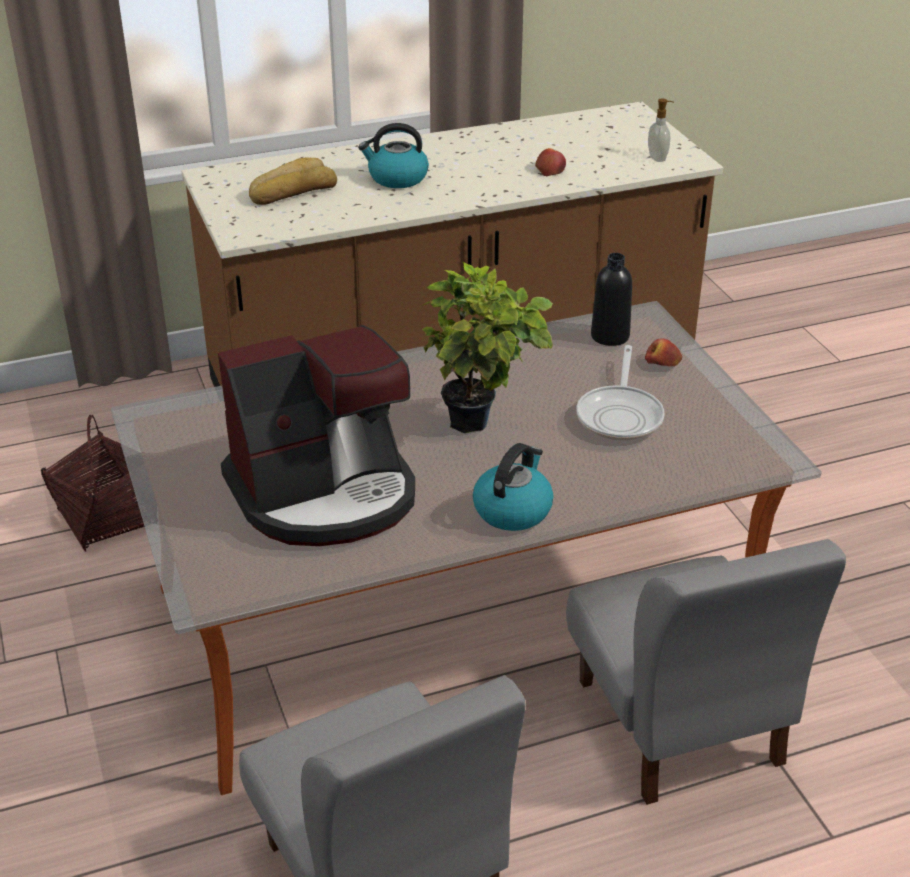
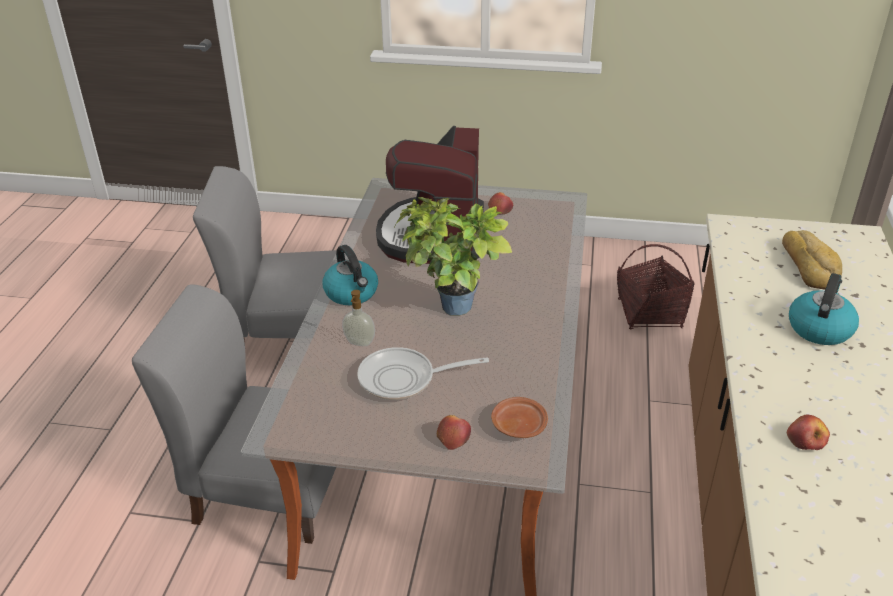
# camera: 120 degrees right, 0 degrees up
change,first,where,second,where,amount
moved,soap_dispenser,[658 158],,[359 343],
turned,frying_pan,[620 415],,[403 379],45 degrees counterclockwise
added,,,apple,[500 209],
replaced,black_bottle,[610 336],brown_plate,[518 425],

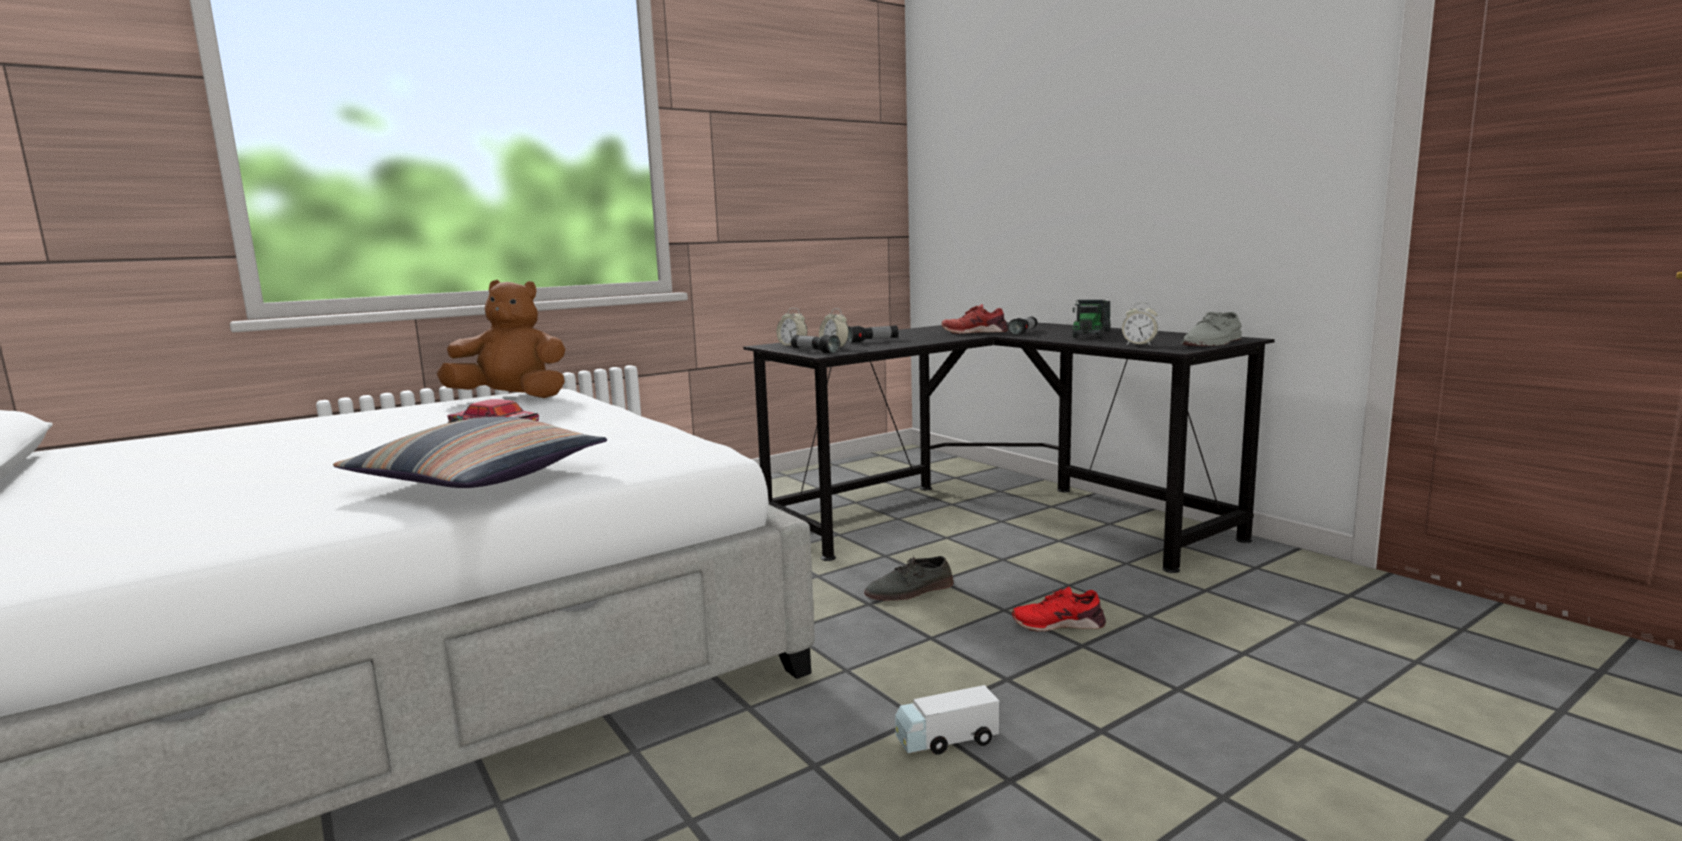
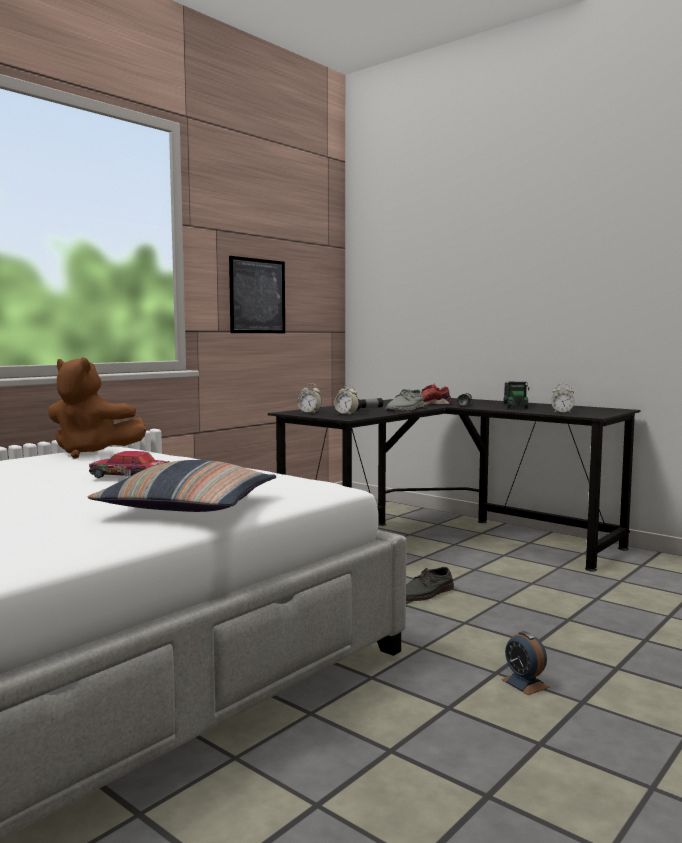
# camera: 15 degrees left, 5 degrees down
change,first,where,second,where,amount
turned,brown_plush_toy,[512 398],,[92 453],150 degrees counterclockwise
added,,,picture,[257 296],
moved,grey_shoe,[1213 343],,[406 409],
replaced,toy_truck,[946 740],alarm_clock,[525 683],
removed,flashlight,[814 352],,,
removed,red_shoe,[1058 623],,,

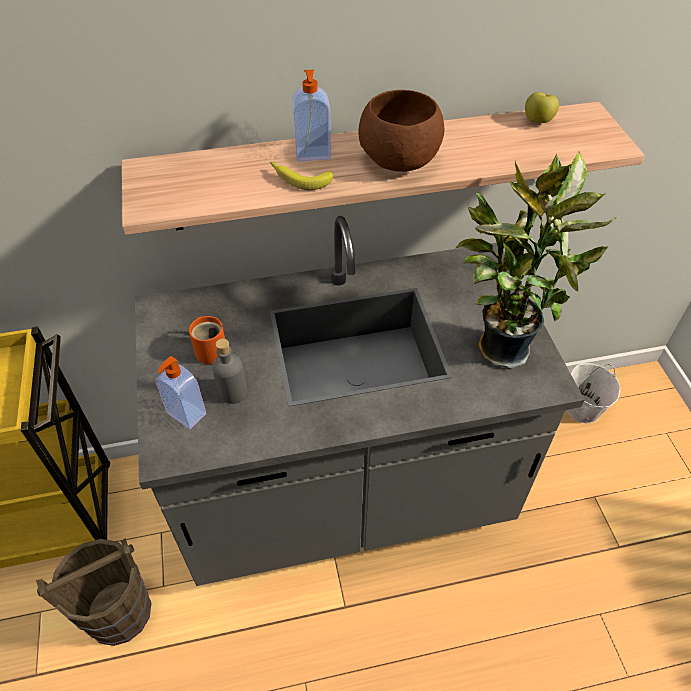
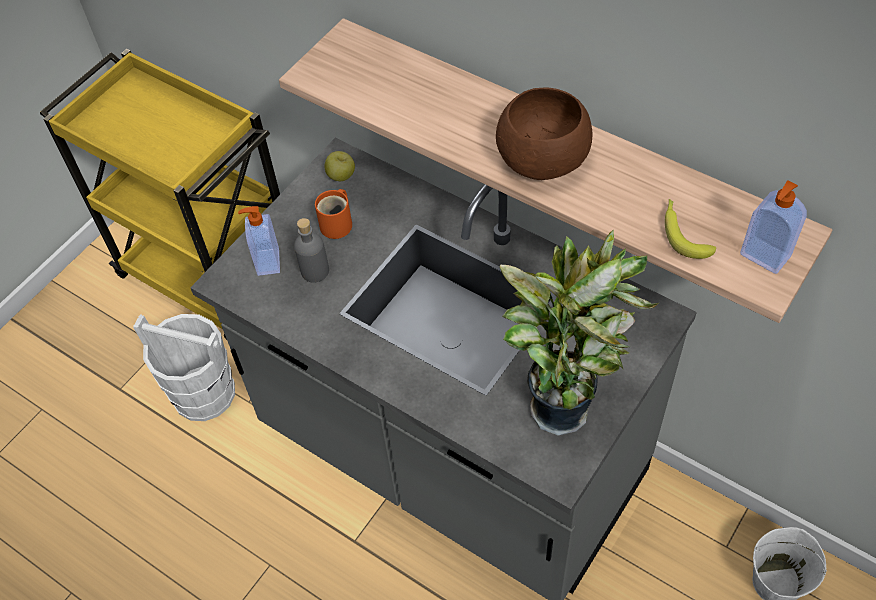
# camera: 50 degrees right, 5 degrees up
change,first,where,second,where,amount
recoloured,brown_bucket,[118 612],white_bucket,[203 393],
moved,apple,[538 121],,[341 176],
moved,banana,[299 178],,[683 233],
moved,soap_dispenser,[313 154],,[764 256],

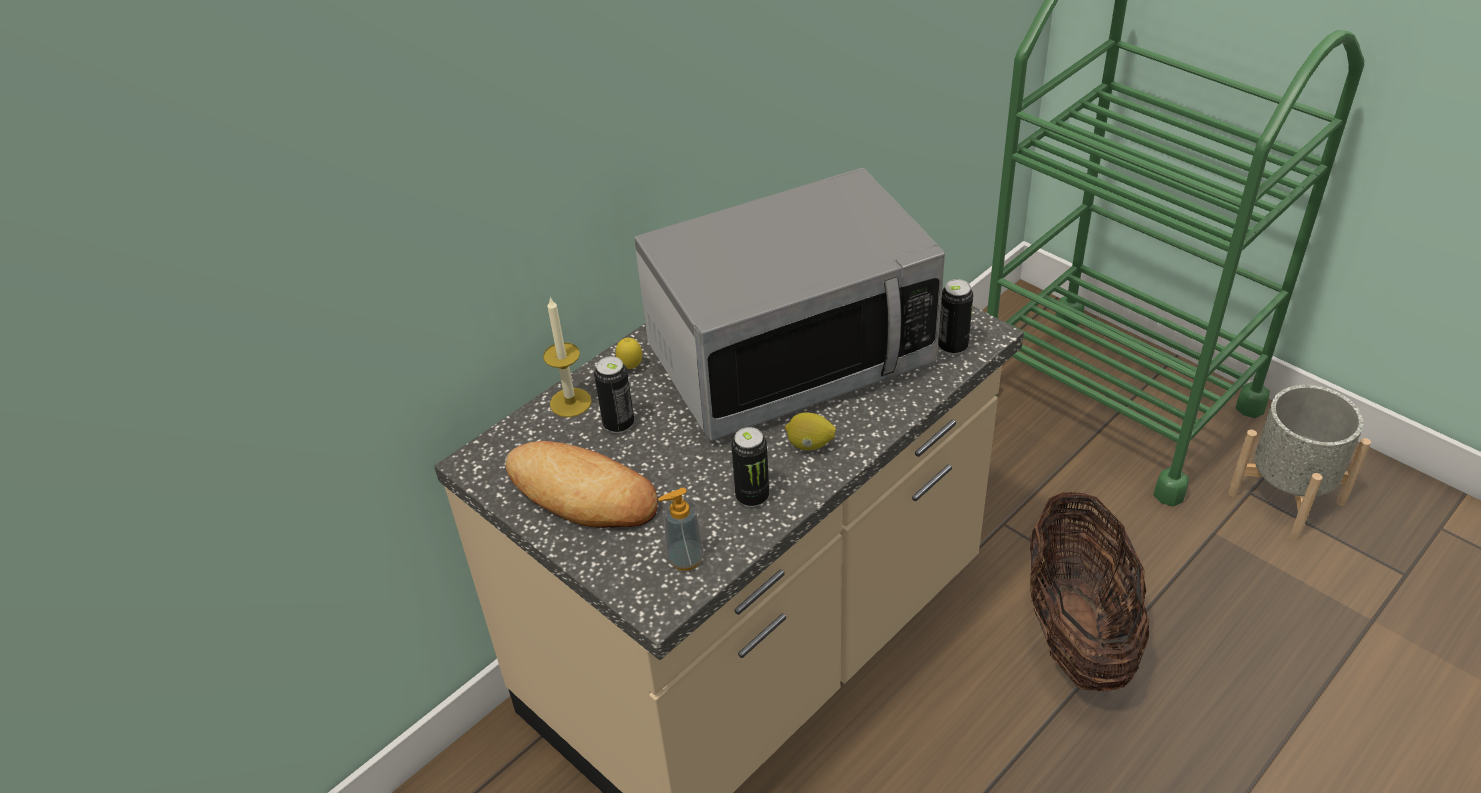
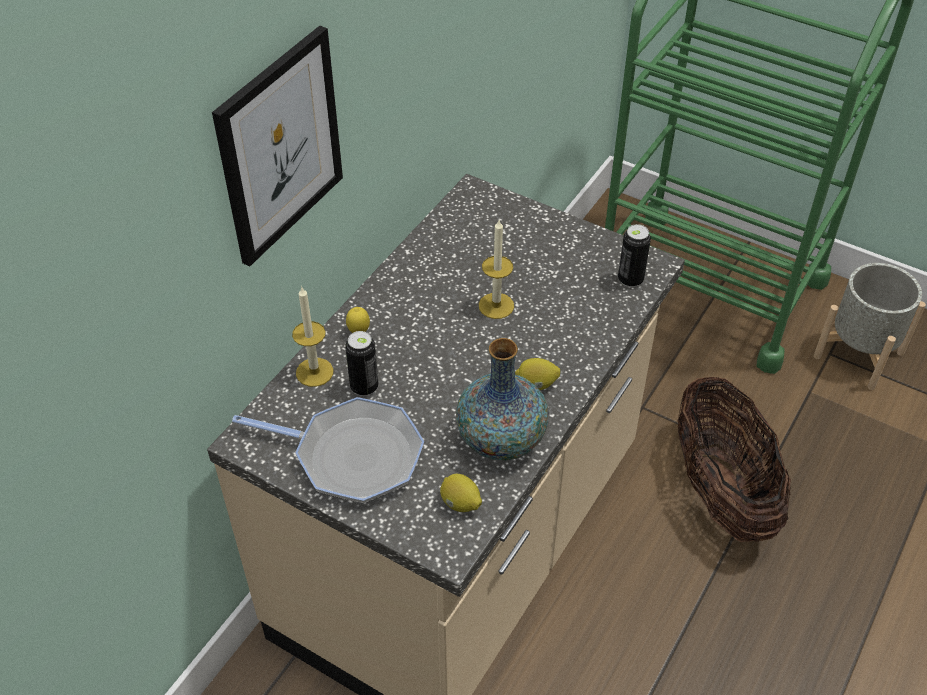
# camera: 15 degrees left, 5 degrees up
change,first,where,second,where,amount
added,,,picture,[280 146],
replaced,bread,[583 493],frying_pan,[352 456],
replaced,soap_dispenser,[685 558],lemon,[460 503],
replaced,can,[752 496],vase,[501 438],
replaced,microwave,[790 357],candle,[496 305],

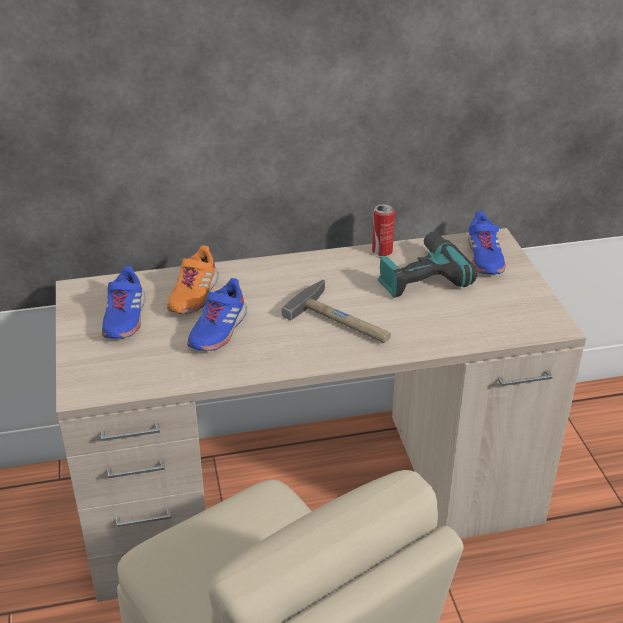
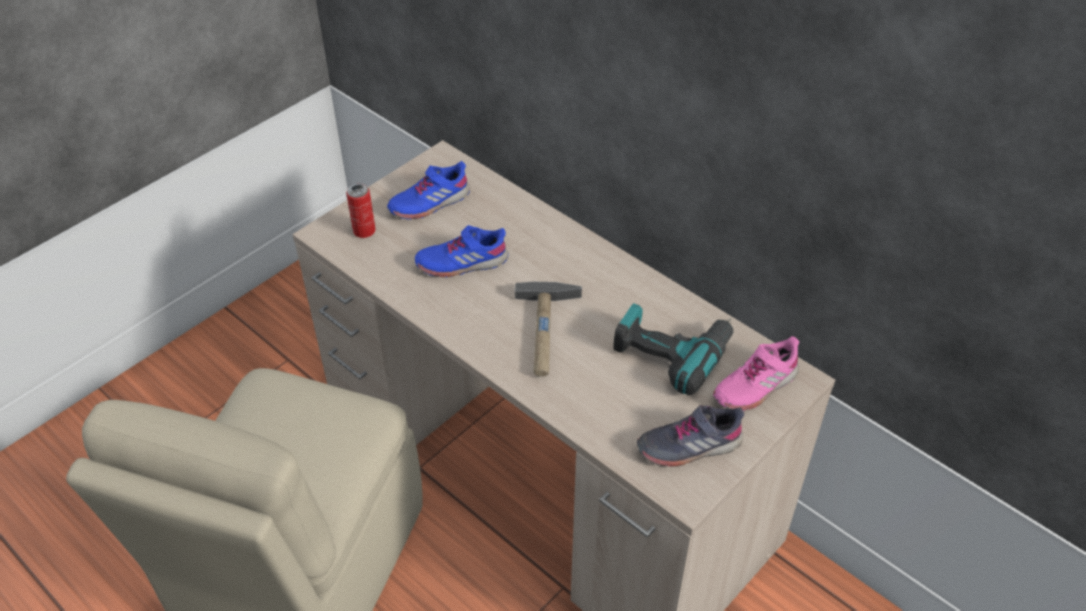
# camera: 55 degrees right, 10 degrees up
change,first,where,second,where,amount
moved,can,[382 251],,[364 231],
added,,,grey_shoe,[689 445],
recoloured,blue_shoe,[484 257],pink_shoe,[755 385],
removed,orange_shoe,[193 294],,,

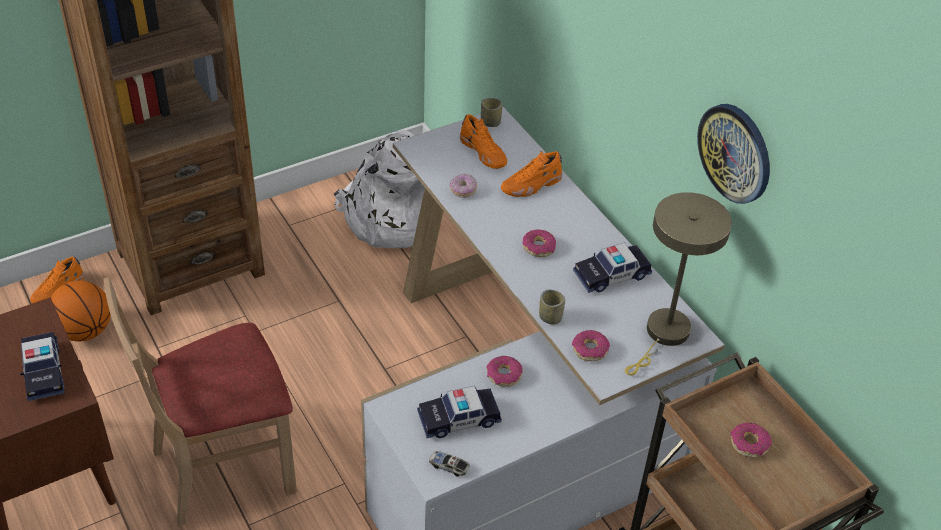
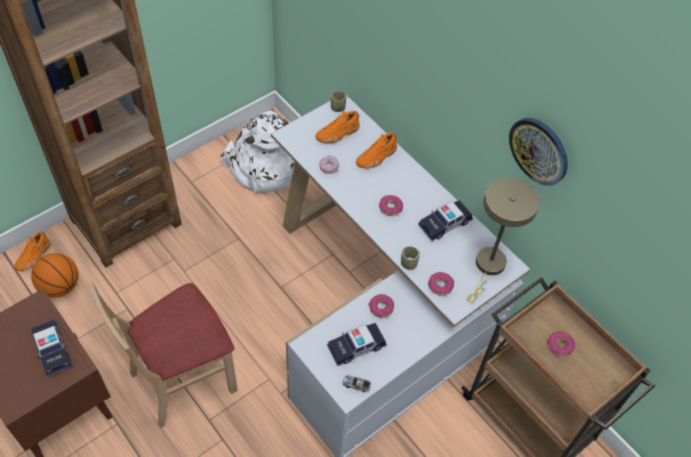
# camera: 10 degrees left, 10 degrees up
change,first,where,second,where,amount
turned,orange_shoe,[484 152],,[337 133],105 degrees clockwise

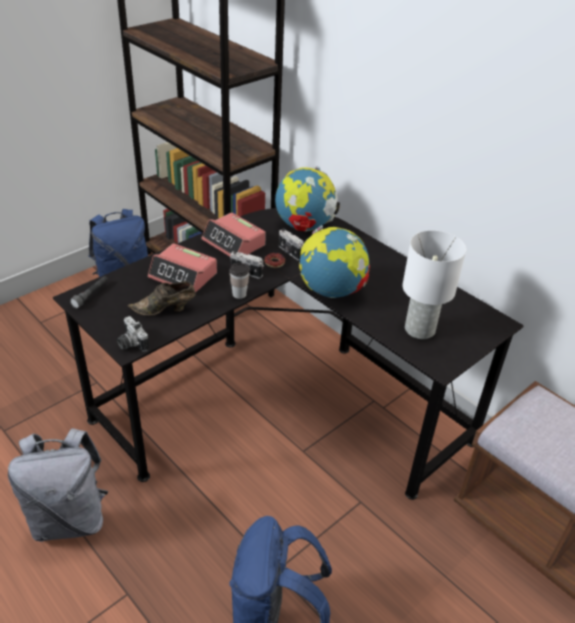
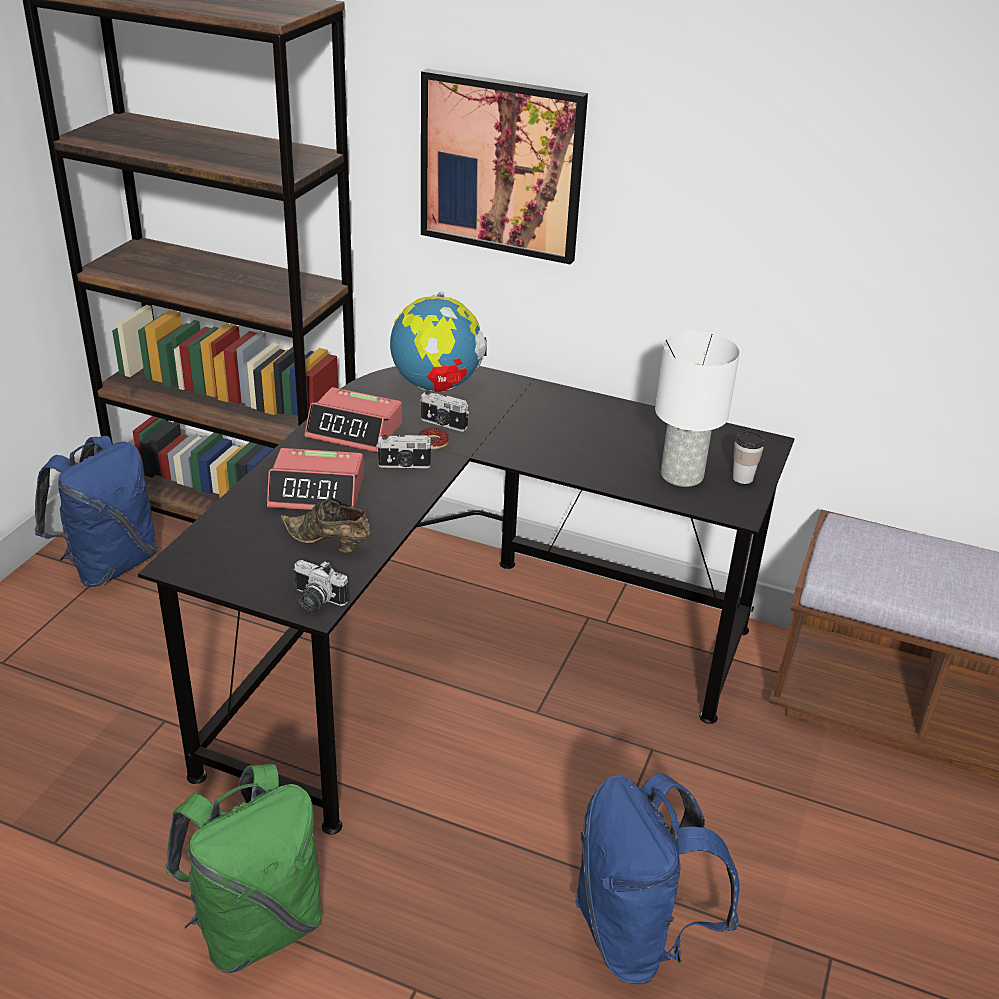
# camera: 25 degrees left, 5 degrees down
change,first,where,second,where,amount
recoloured,grey_backpack,[70 518],green_backpack,[256 925],
turned,brown_shoe,[165 310],,[329 543],60 degrees clockwise
added,,,picture,[501 166],
moved,cup,[239 294],,[742 478],
removed,grey_flashlight,[91 295],,,
removed,globe,[332 291],,,

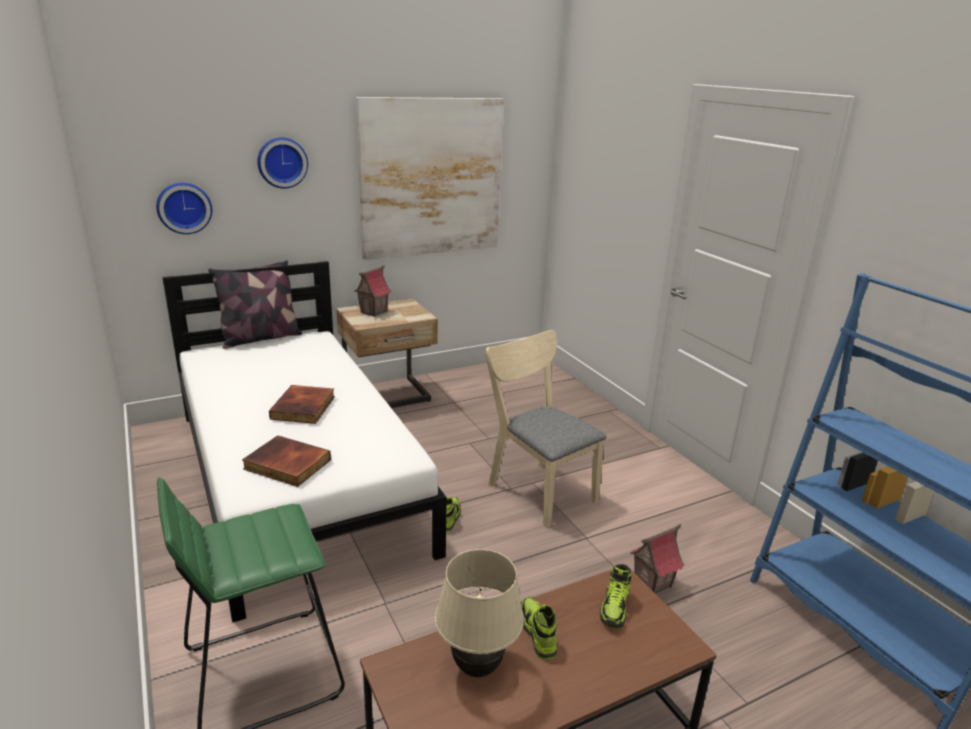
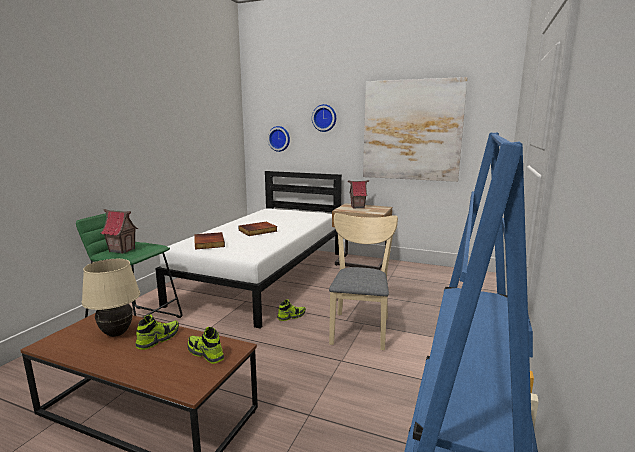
# camera: 50 degrees right, 10 degrees down
change,first,where,second,where,amount
moved,toy_house,[652 583],,[122 250],
turned,shoe,[615 608],,[205 354],60 degrees clockwise
removed,pillow,[260 338],,,

